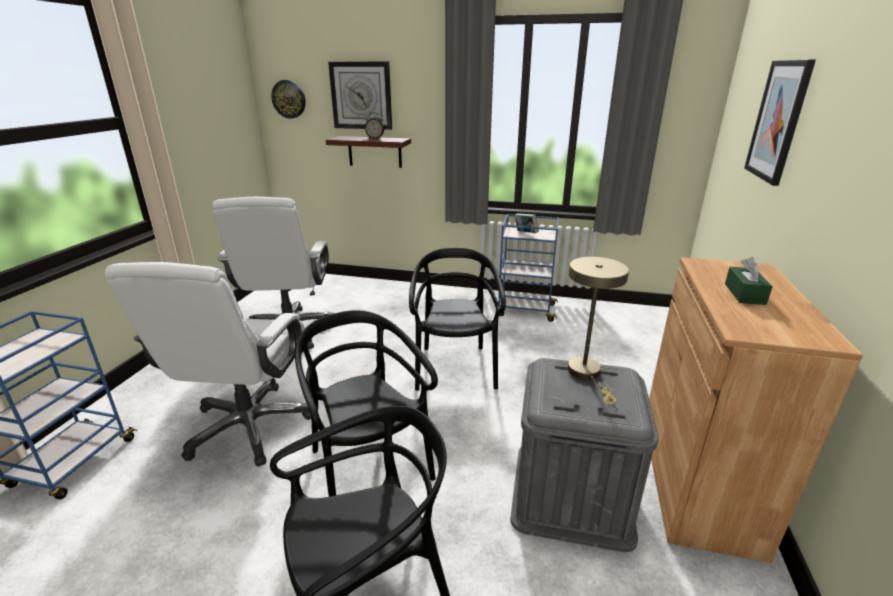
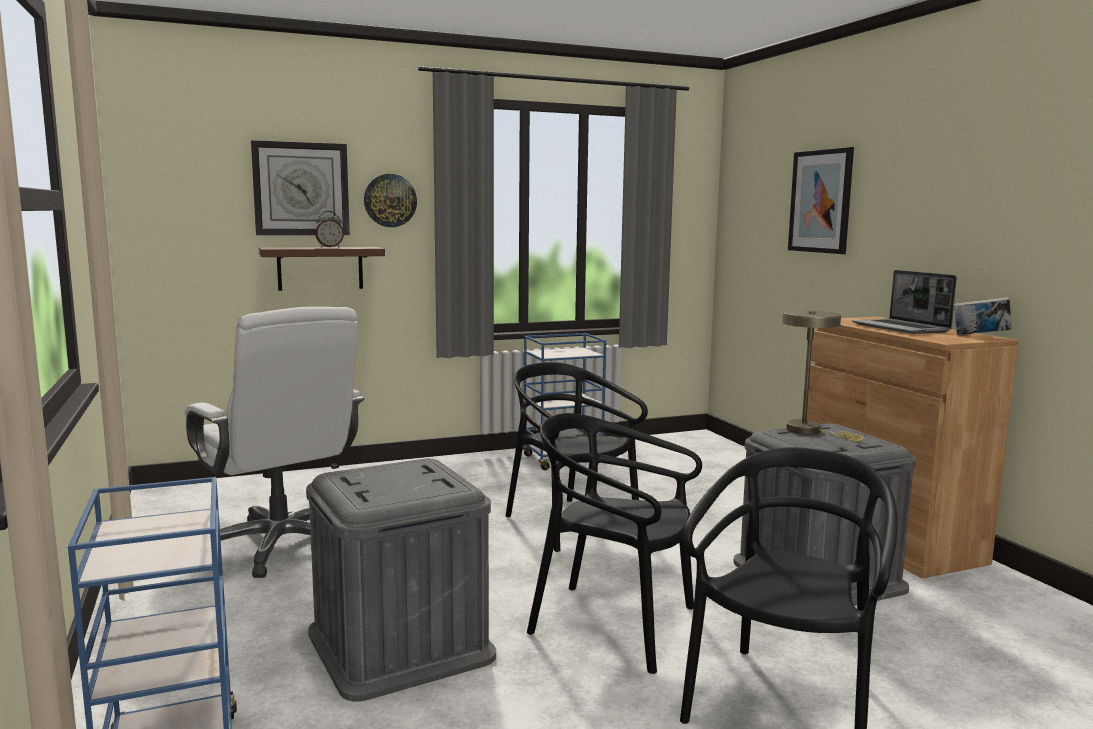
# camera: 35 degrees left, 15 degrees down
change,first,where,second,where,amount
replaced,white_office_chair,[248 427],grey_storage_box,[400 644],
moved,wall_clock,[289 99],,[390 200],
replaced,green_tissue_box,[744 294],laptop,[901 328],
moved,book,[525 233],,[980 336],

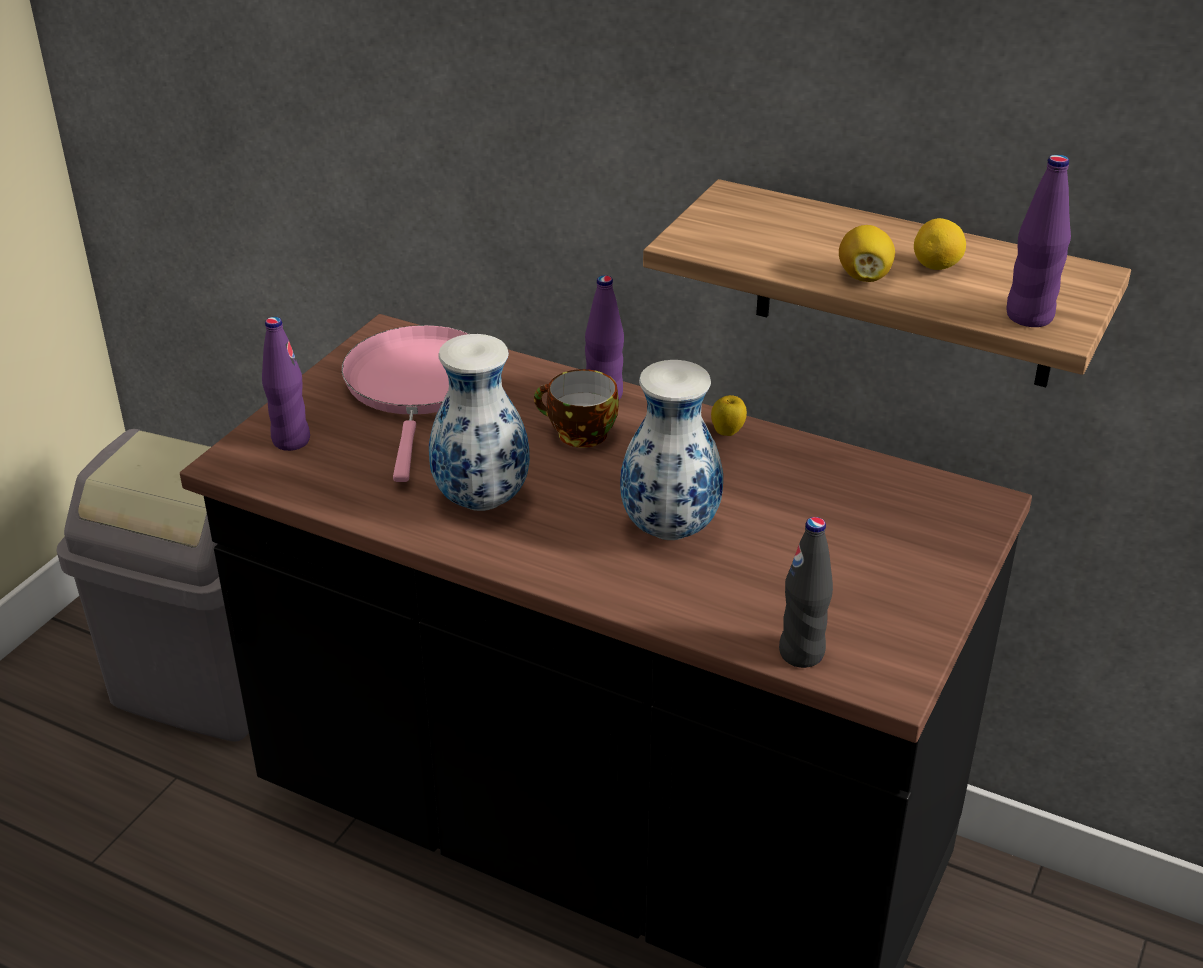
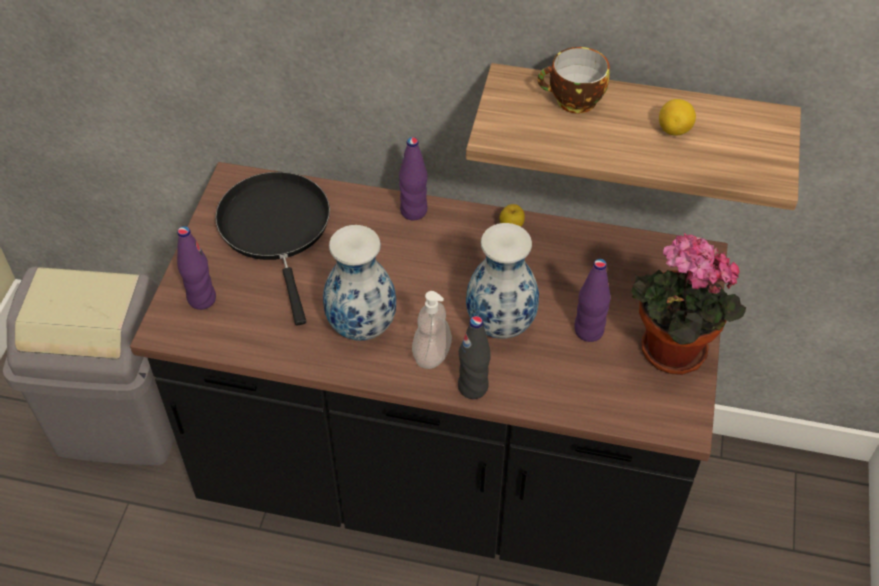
# camera: 15 degrees left, 15 degrees up
change,first,where,second,where,amount
recoloured,pink_frying_pan,[418 387],black_frying_pan,[276 229],
added,,,soap_dispenser,[432 354],
moved,black_bottle,[801 653],,[473 387],
moved,cup,[578 434],,[573 101],
moved,purple_bottle,[1029 316],,[588 331],
added,,,potted_plant,[668 353],
removed,lemon,[864 276],,,

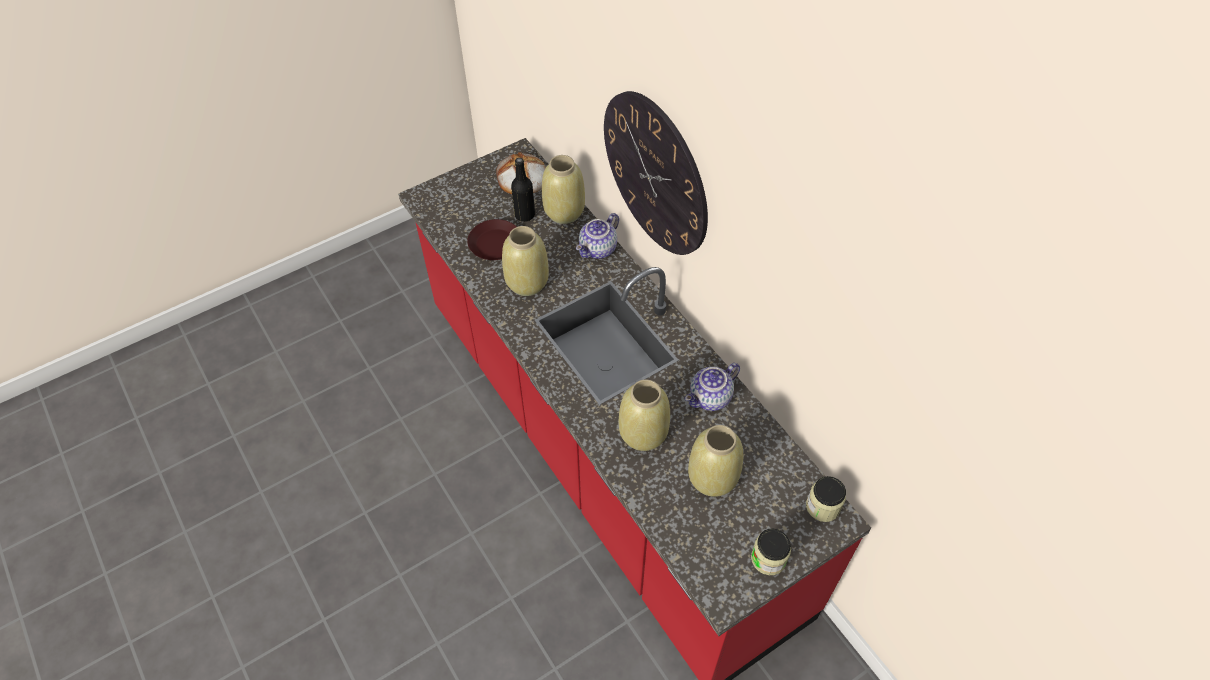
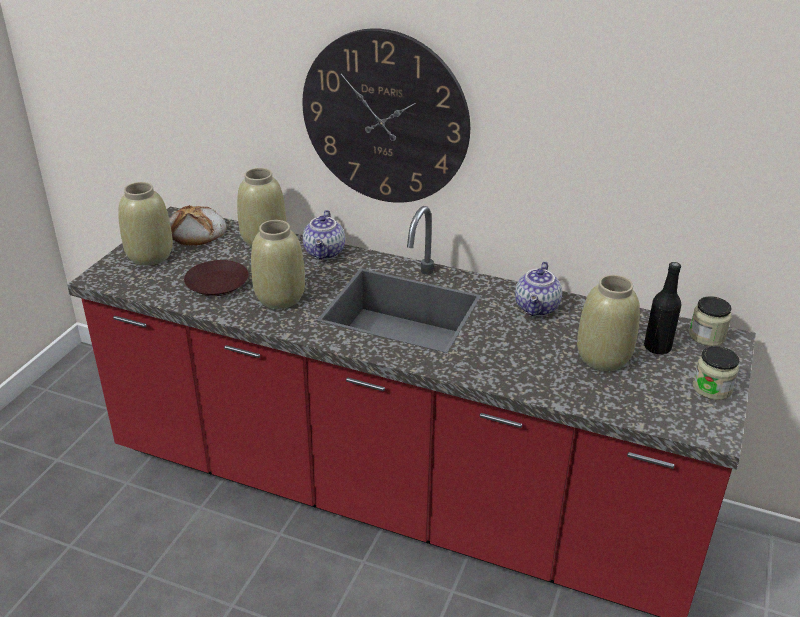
# camera: 35 degrees left, 20 degrees down
change,first,where,second,where,amount
moved,beige_vase,[643 433],,[149 255],
moved,black_bottle,[524 215],,[657 347],

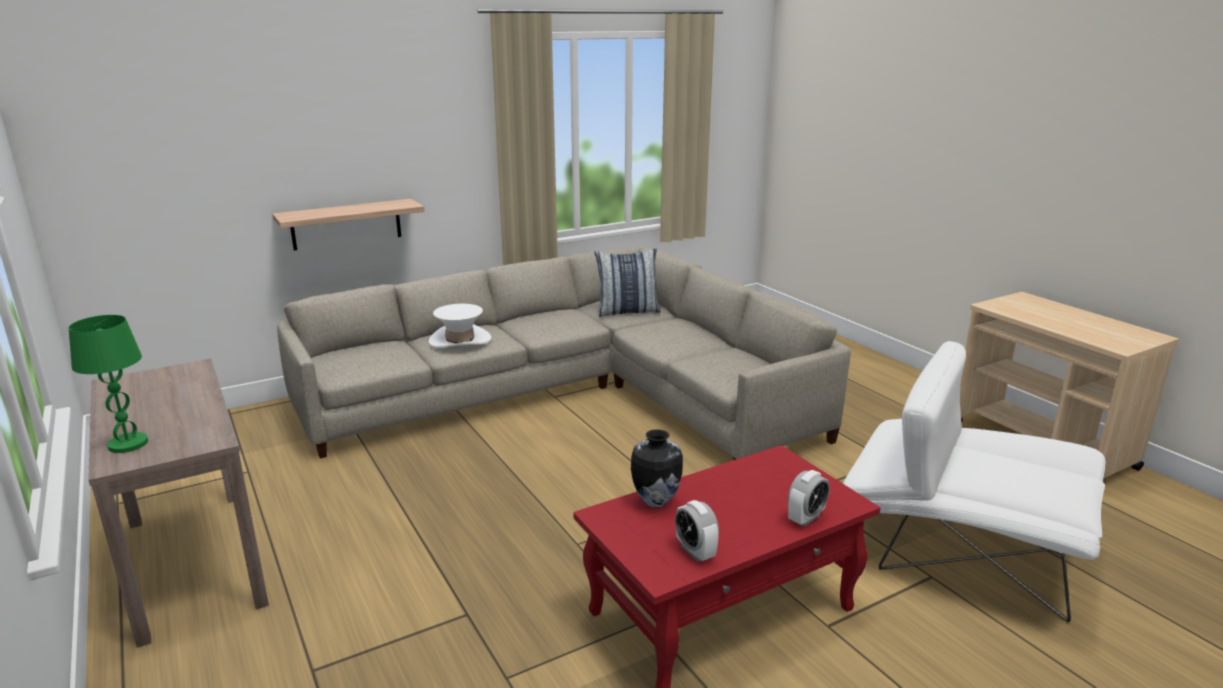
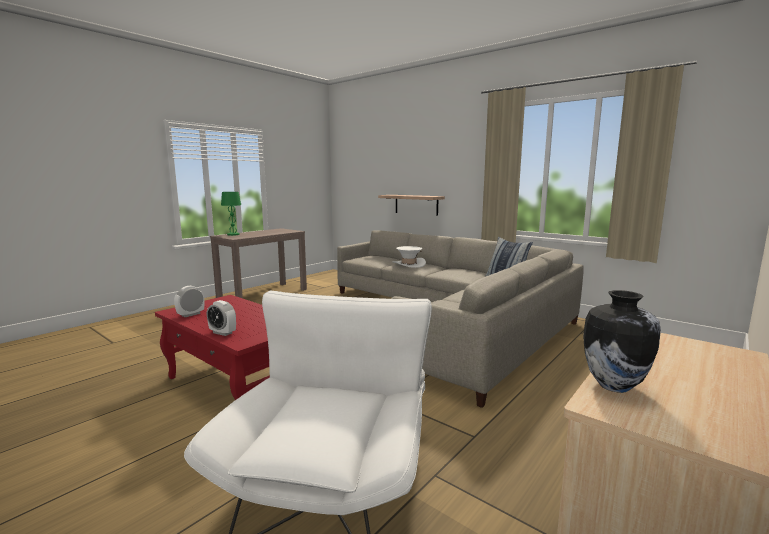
# camera: 70 degrees right, 10 degrees down
change,first,where,second,where,amount
moved,vase,[655 501],,[613 385],

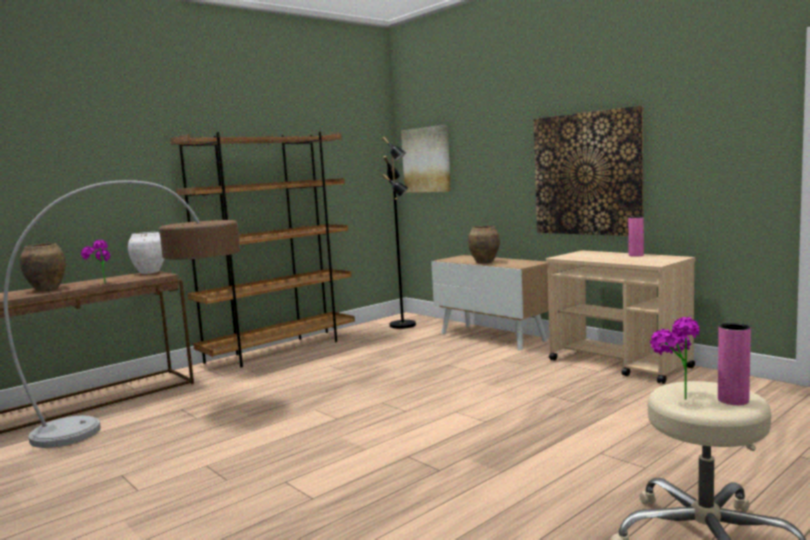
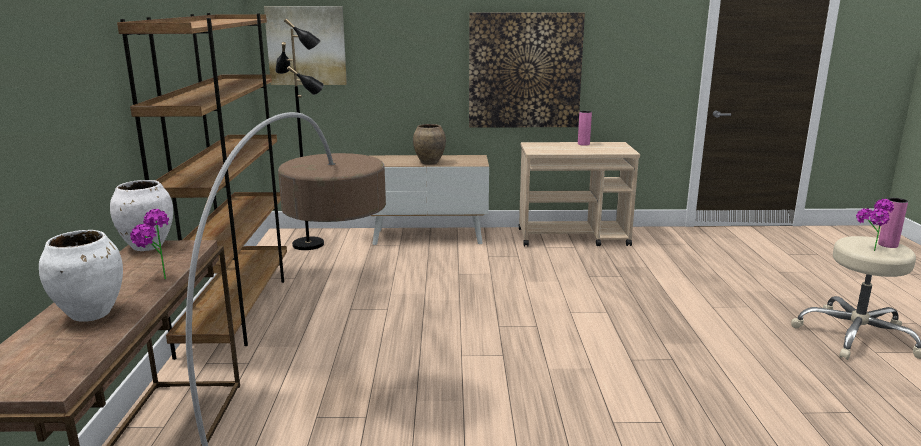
# camera: 50 degrees left, 10 degrees up
change,first,where,second,where,amount
recoloured,brown_vase,[47 289],white_vase,[92 314],

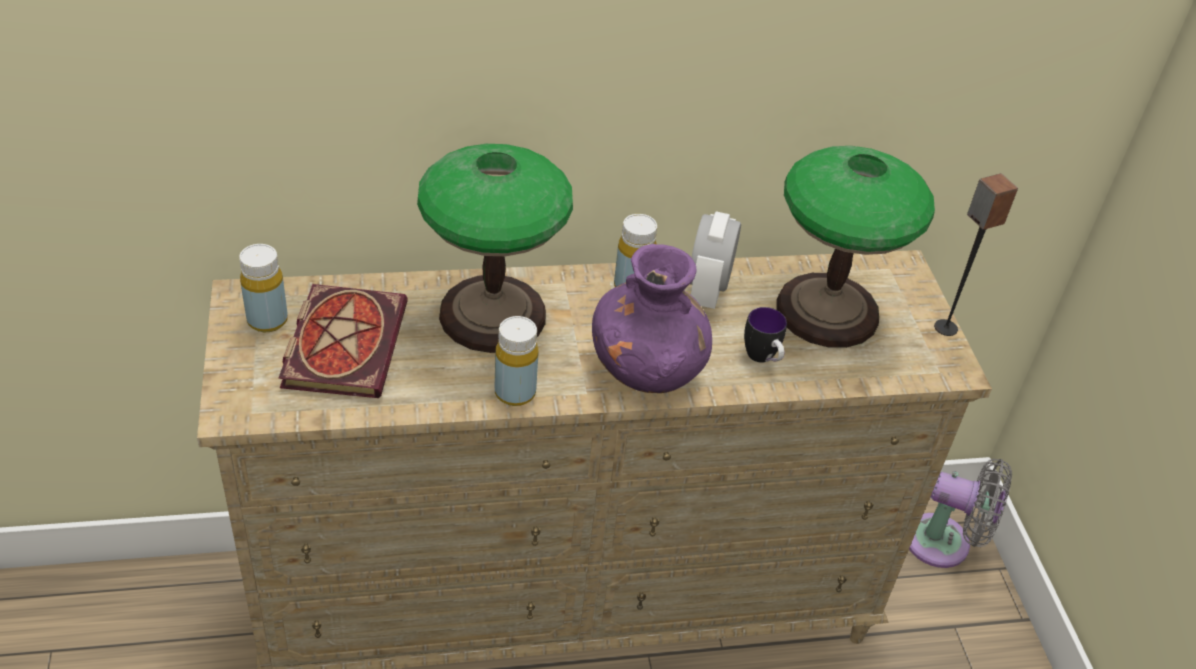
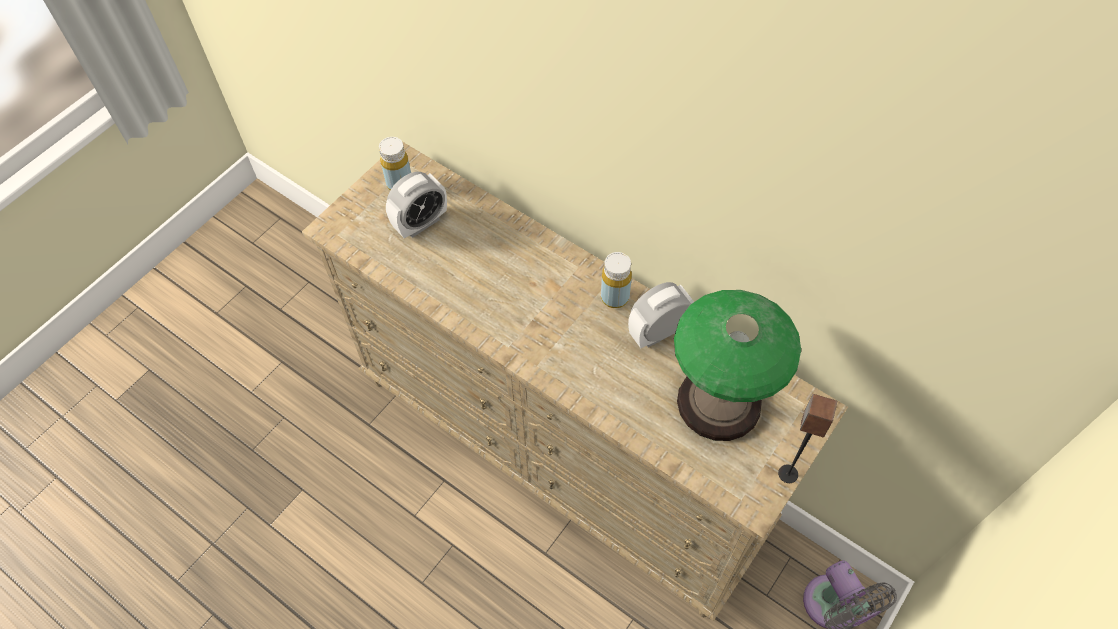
# camera: 50 degrees right, 15 degrees up
change,first,where,second,where,amount
replaced,book,[343 342],alarm_clock,[420 223],
removed,table_lamp,[493 315],,,
removed,yellow_bottle,[515 393],,,
removed,purple_vase,[647 370],,,
removed,mug,[763 359],,,

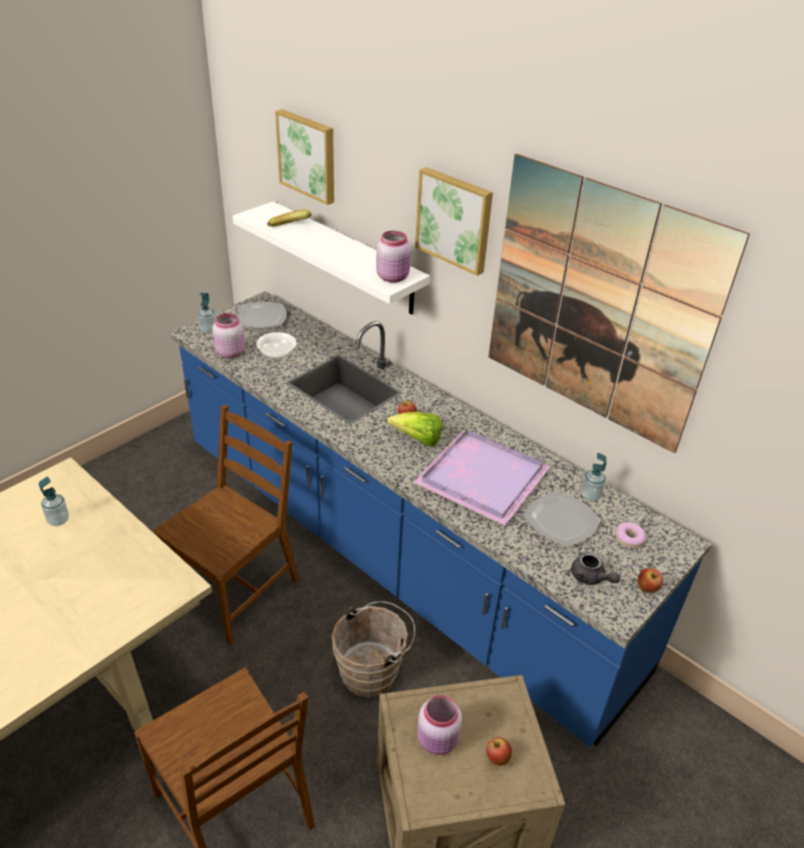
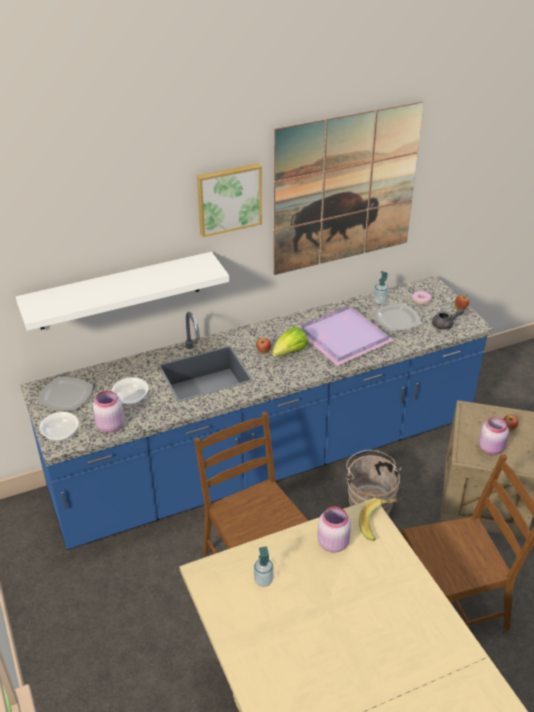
# camera: 65 degrees left, 0 degrees up
change,first,where,second,where,amount
replaced,soap_dispenser,[208 330],bowl,[61 433],
moved,pink_jar,[393 277],,[332 542],
moved,banana,[292 229],,[378 524],
removed,picture,[308 156],,,

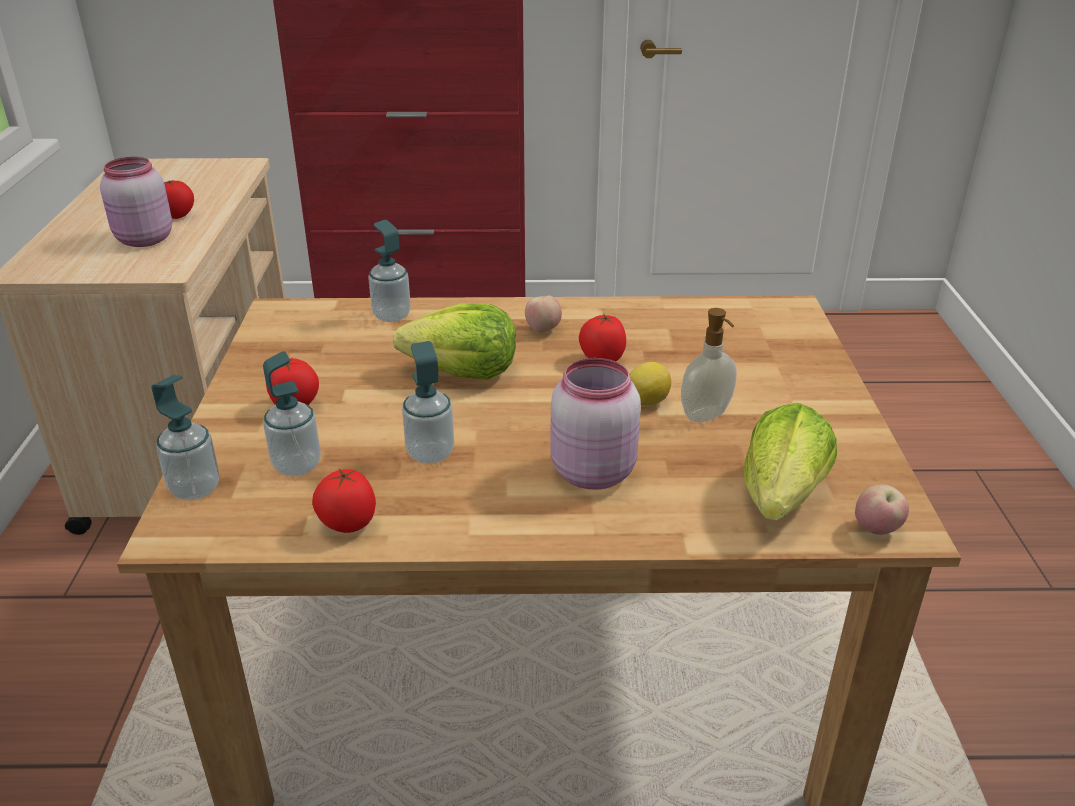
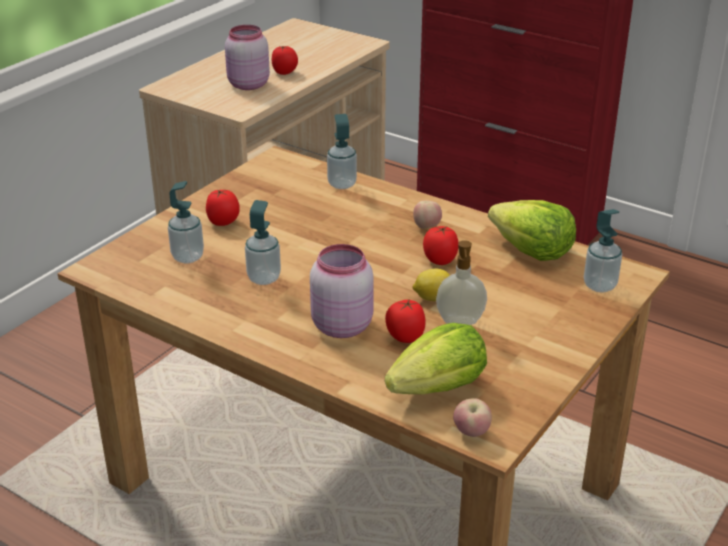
# camera: 35 degrees right, 0 degrees up
change,first,where,second,where,amount
moved,tomato,[347 524],,[405 337],
moved,lettuce,[463 372],,[532 250],
moved,soap_dispenser,[195 489],,[599 285],

